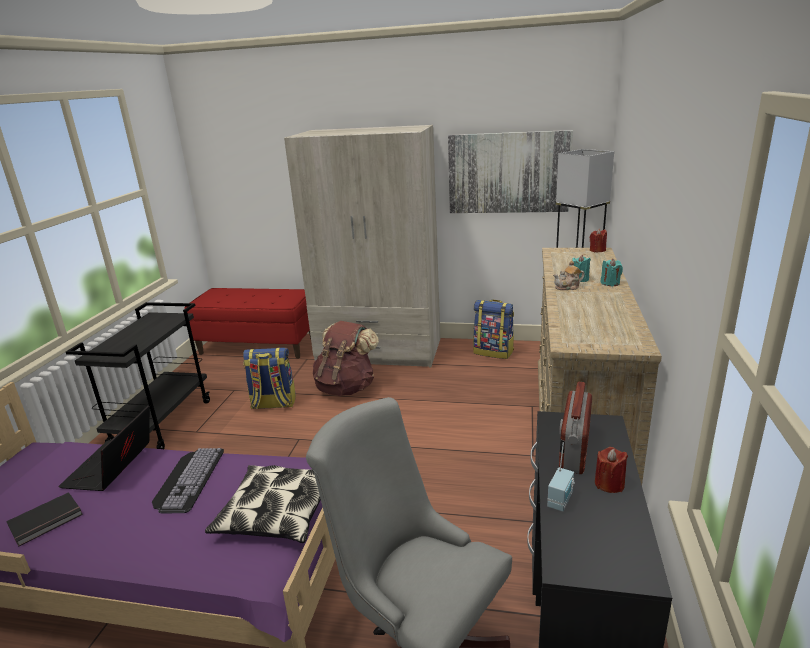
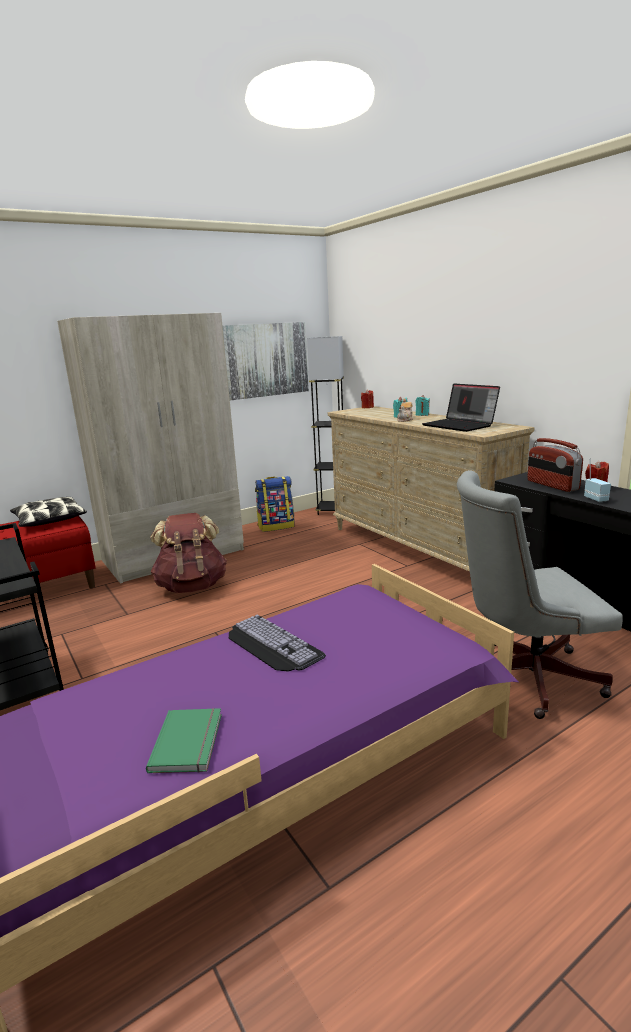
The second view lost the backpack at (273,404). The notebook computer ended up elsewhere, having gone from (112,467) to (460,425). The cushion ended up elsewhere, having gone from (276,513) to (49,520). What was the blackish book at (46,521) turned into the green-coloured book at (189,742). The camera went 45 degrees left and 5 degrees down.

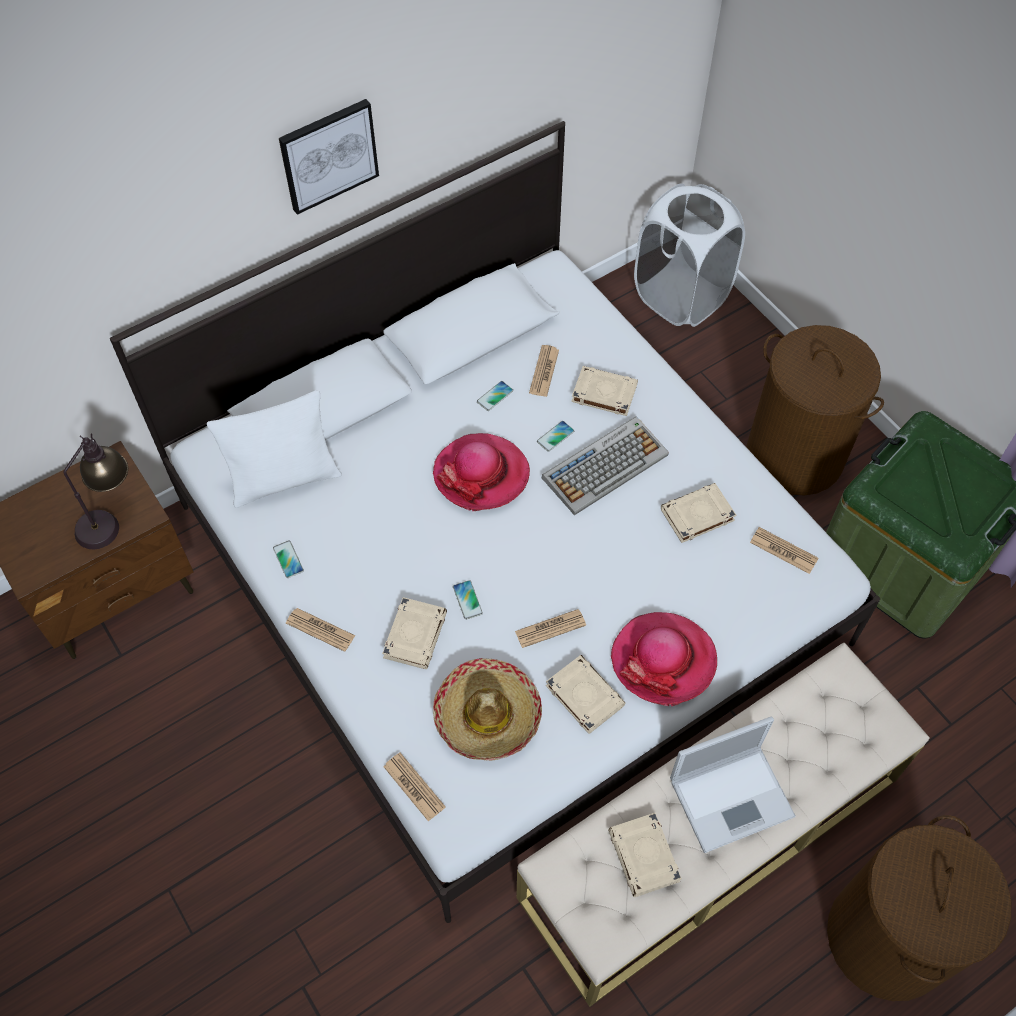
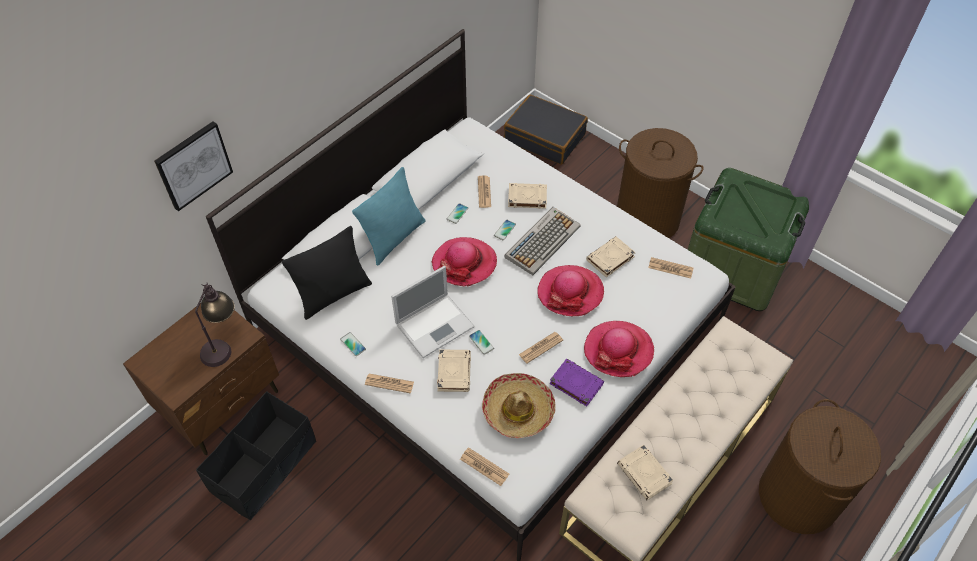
The second view gained the blackish storage bin at (264,467). The second view gained the turquoise-coloured cushion at (394,238). The second view gained the wearable hat at (570,292). The wall art ended up elsewhere, having gone from (328,155) to (193,165). The notebook computer ended up elsewhere, having gone from (733,796) to (436,324). Where the white-coloured laundry basket stood at (680,296), the blackish piece of luggage came to stand at (545,137). What was the white-coloured cushion at (284,479) turned into the blackish cushion at (334,294). What was the beige-coloured book at (584,695) turned into the purple-coloured book at (575,383). The camera went 15 degrees left and 5 degrees down.

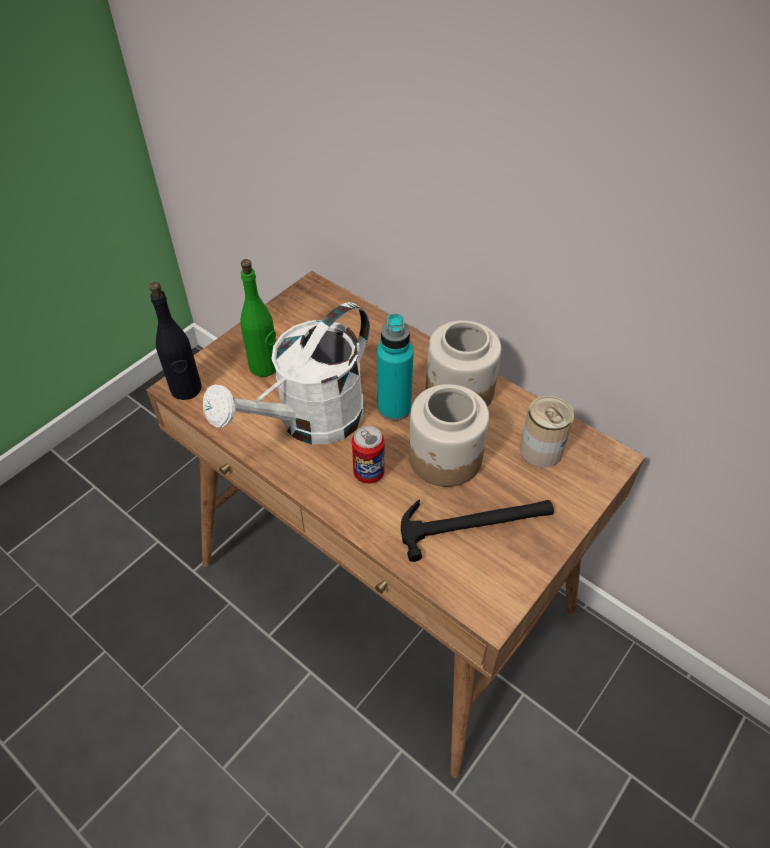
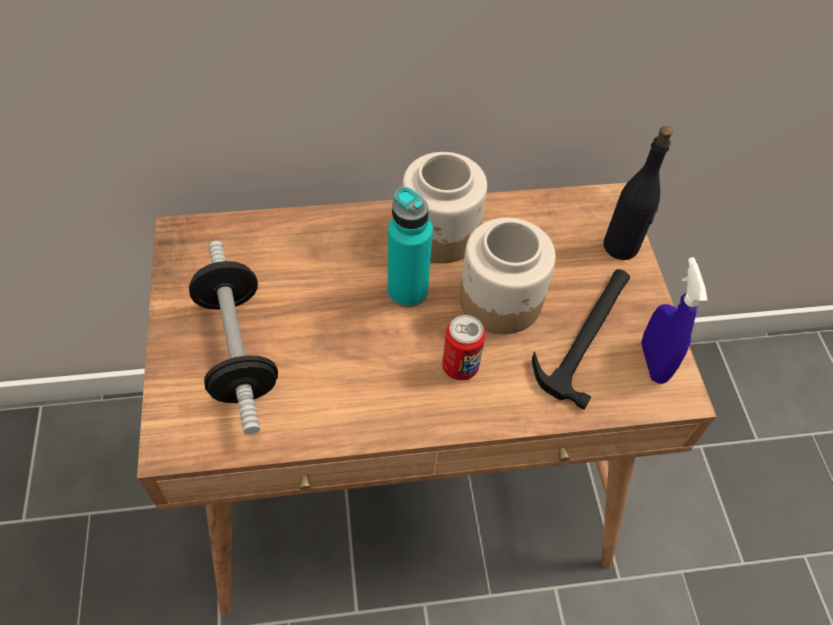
The second view lost the white-coloured sprinkling can at (310,423). The second view lost the can at (541,450). The second view gained the blue-coloured spray bottle at (653,362). The blackish drink bottle ended up elsewhere, having gone from (186,389) to (621,246). Where the green-coloured drink bottle stood at (265,366), the free weight came to stand at (237,349). The camera went 50 degrees left and 5 degrees up.

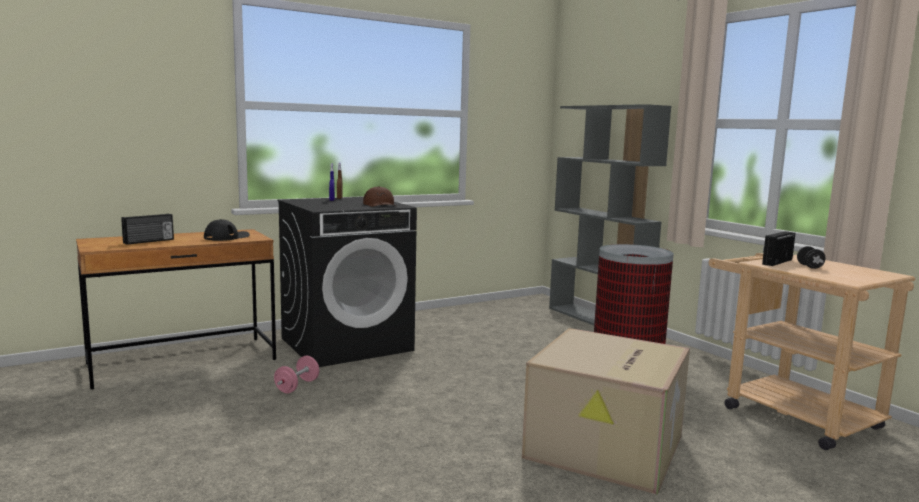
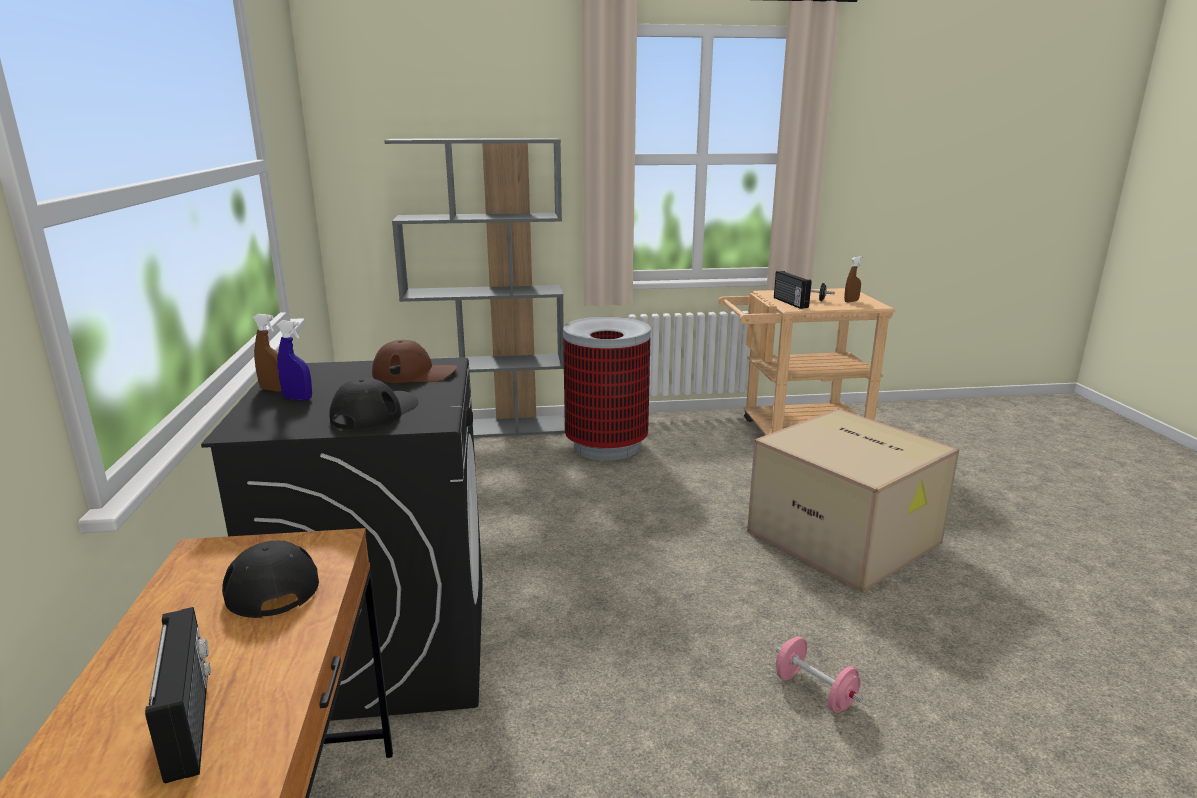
The second view gained the blackish cap at (375,412). The second view gained the brown-coloured spray bottle at (851,301). The pinkish free weight ended up elsewhere, having gone from (297,386) to (815,691). The camera went 65 degrees left and 10 degrees up.

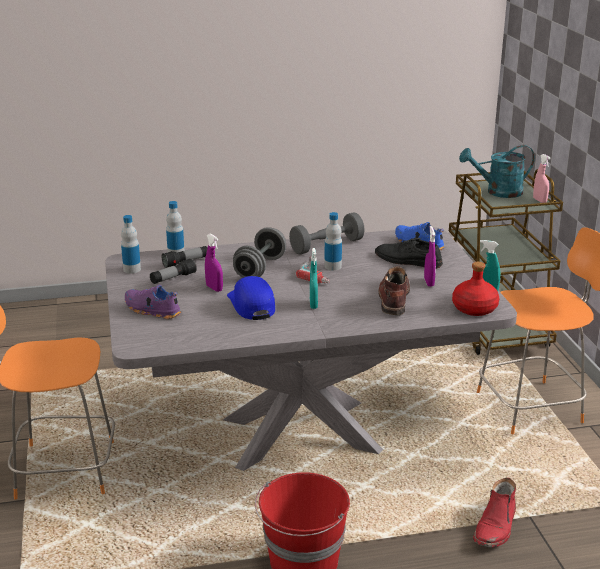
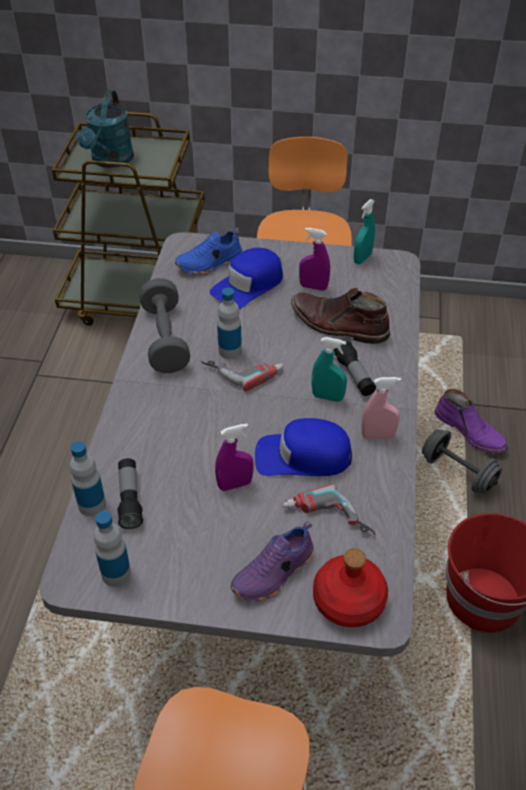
The second view gained the drill at (327,522). The flashlight ended up elsewhere, having gone from (173,278) to (354,375). The gray free weight ended up elsewhere, having gone from (260,268) to (458,472). The reddish drink bottle ended up elsewhere, having gone from (474,309) to (349,600). The pinkish spray bottle ended up elsewhere, having gone from (539,200) to (378,436). Where the blackish shoe stood at (407,260), the blue-coloured cap came to stand at (248,285). What was the reddish high-top boot at (496,527) turned into the purple-coloured high-top boot at (470,431). The camera went 70 degrees left and 20 degrees up.

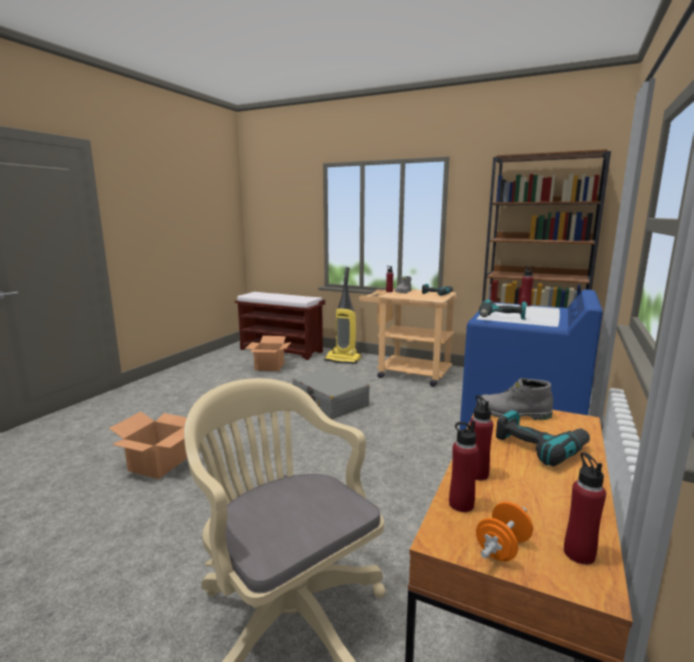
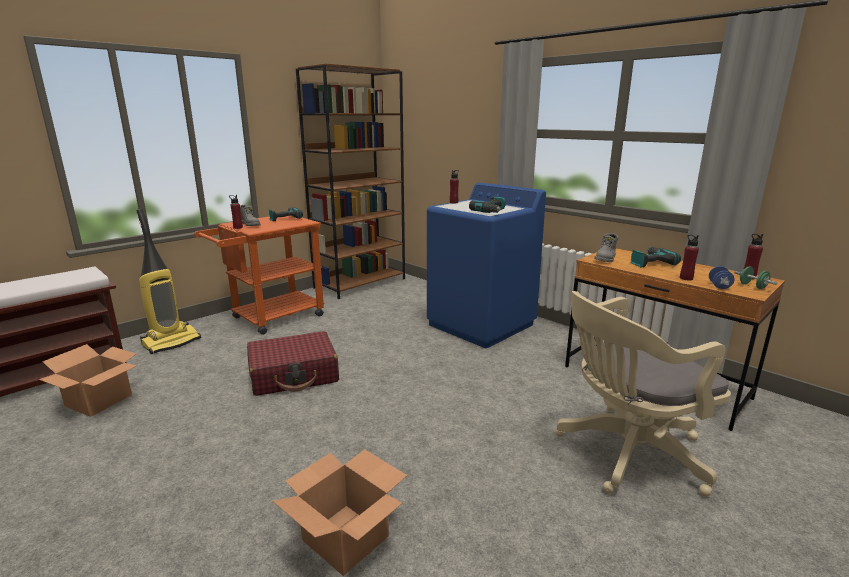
Where the reddish drink bottle stood at (461,504), the blue-coloured free weight came to stand at (719,286). What was the gray piece of luggage at (330,403) turned into the reddish piece of luggage at (294,374). What was the beige-coloured cart at (407,373) turned into the orange-coloured cart at (271,318). What was the orange-coloured free weight at (502,548) turned into the green-coloured free weight at (752,286). The camera went 70 degrees left and 5 degrees up.

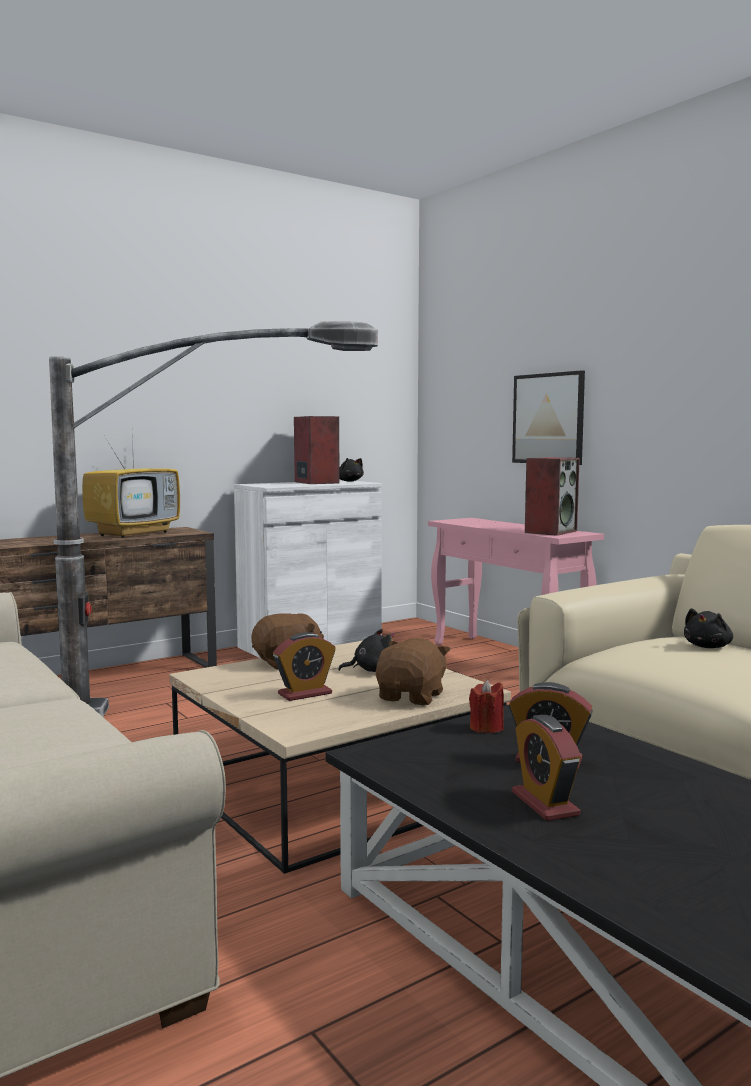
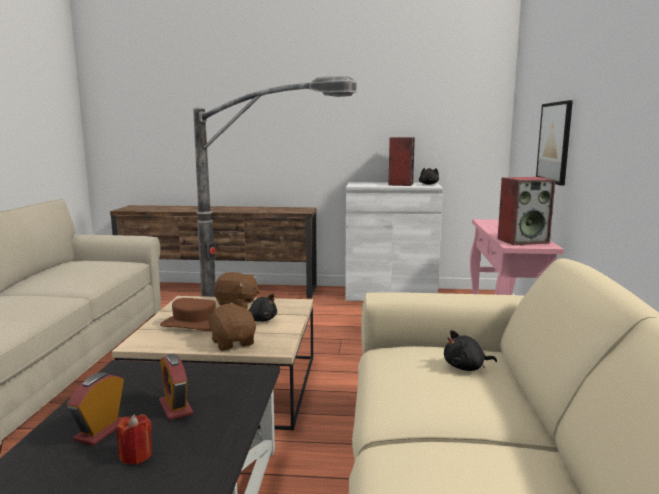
The second view lost the television at (134,533). The reddish wax light ended up elsewhere, having gone from (486,728) to (136,456). Where the alarm clock stood at (305,694), the brown-coloured wearable hat came to stand at (194,324). The brown-coloured plush toy at (412,697) ended up facing another way, 90 degrees counterclockwise from before. The camera went 40 degrees right and 5 degrees up.

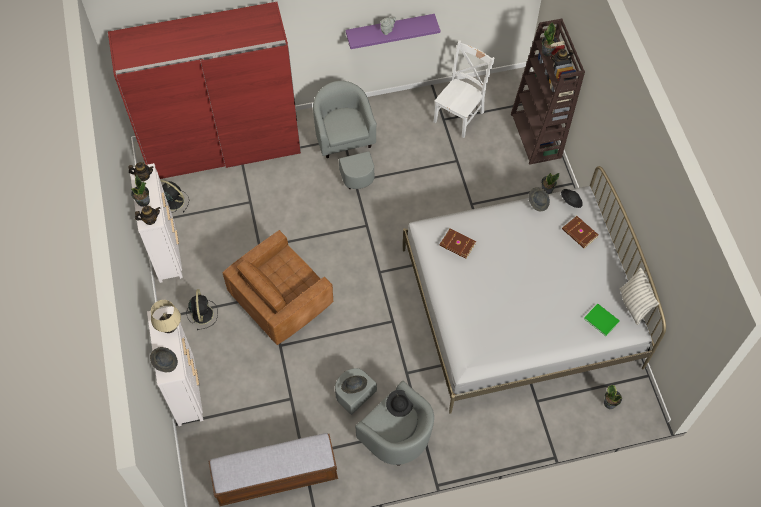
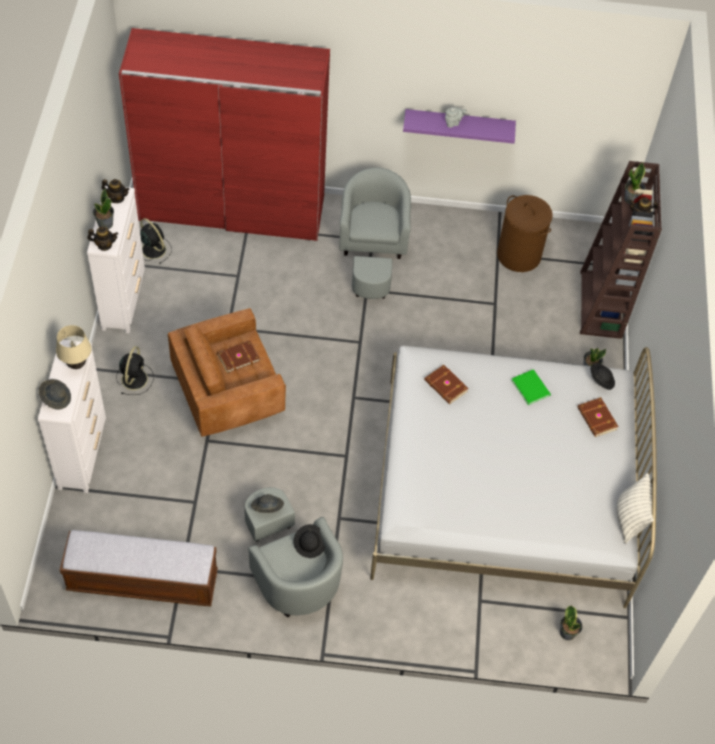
The second view lost the gray wearable hat at (538,202). The second view gained the brown-coloured book at (238,357). The green-coloured book ended up elsewhere, having gone from (601,319) to (530,386). Where the white-coloured upright chair stood at (460,115), the brown-coloured laundry basket came to stand at (519,255). The camera went 15 degrees right and 5 degrees down.

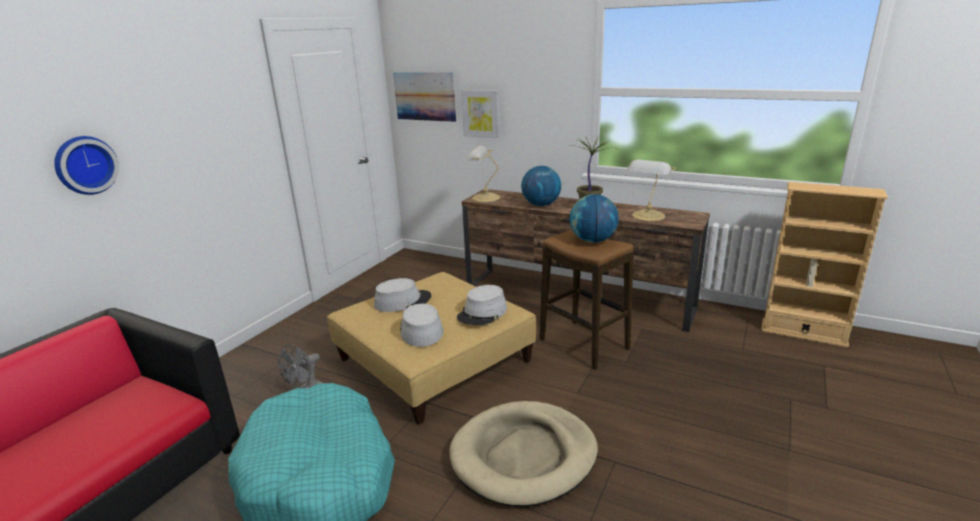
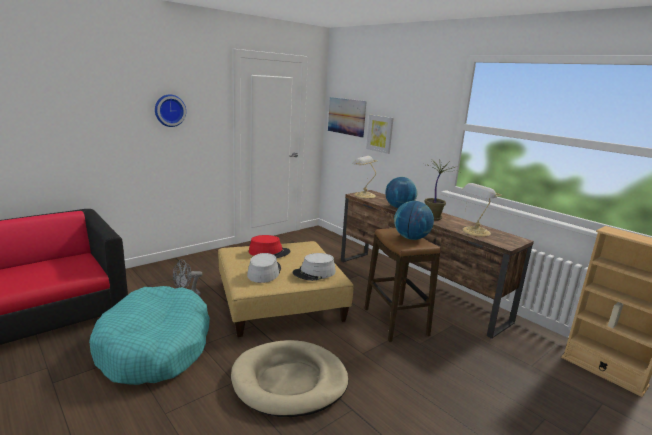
The clock on the wall ended up elsewhere, having gone from (84,165) to (169,110). What was the gray wearable hat at (402,301) turned into the reddish wearable hat at (269,252). The camera went 20 degrees right and 5 degrees down.

